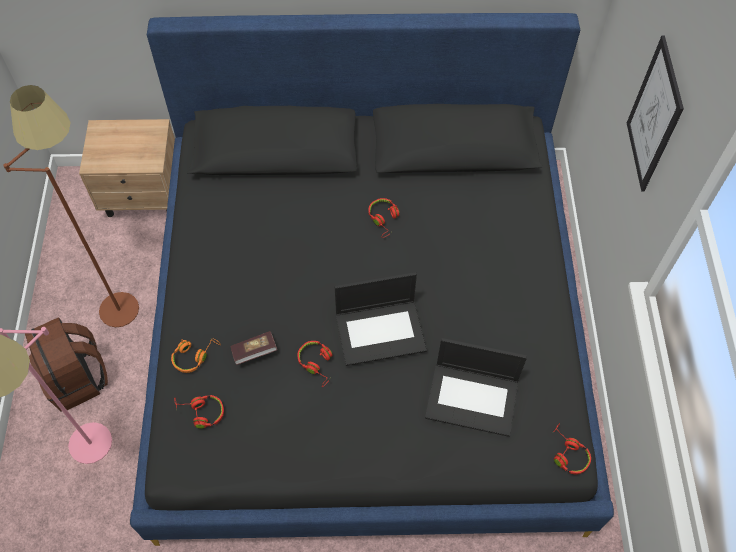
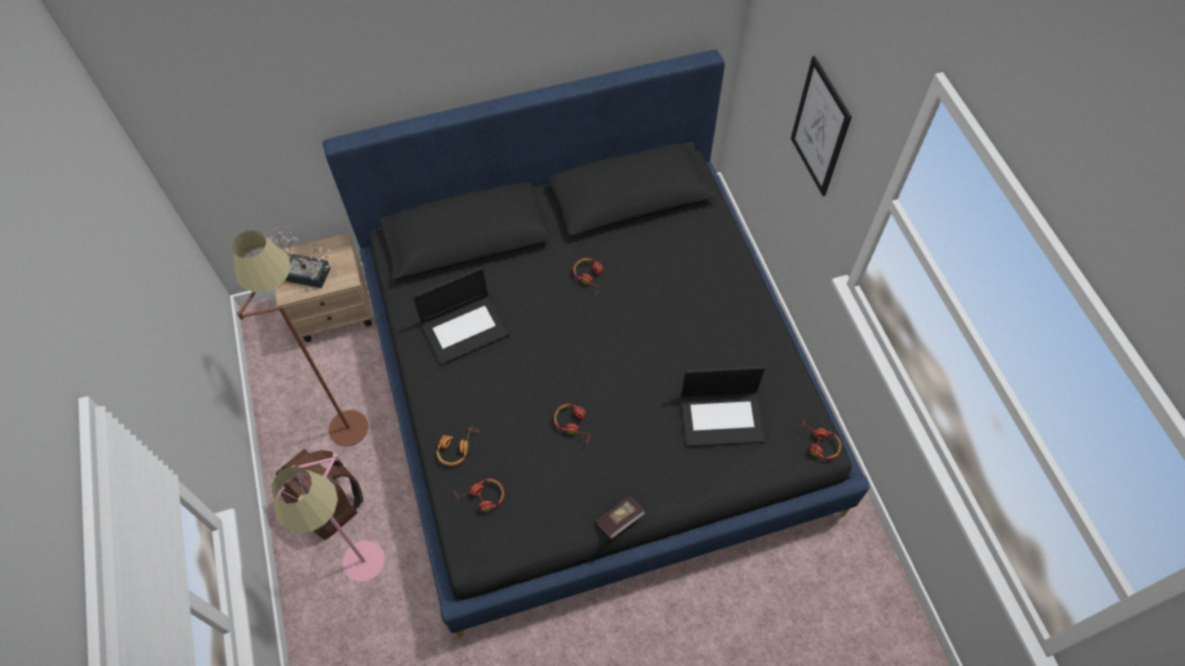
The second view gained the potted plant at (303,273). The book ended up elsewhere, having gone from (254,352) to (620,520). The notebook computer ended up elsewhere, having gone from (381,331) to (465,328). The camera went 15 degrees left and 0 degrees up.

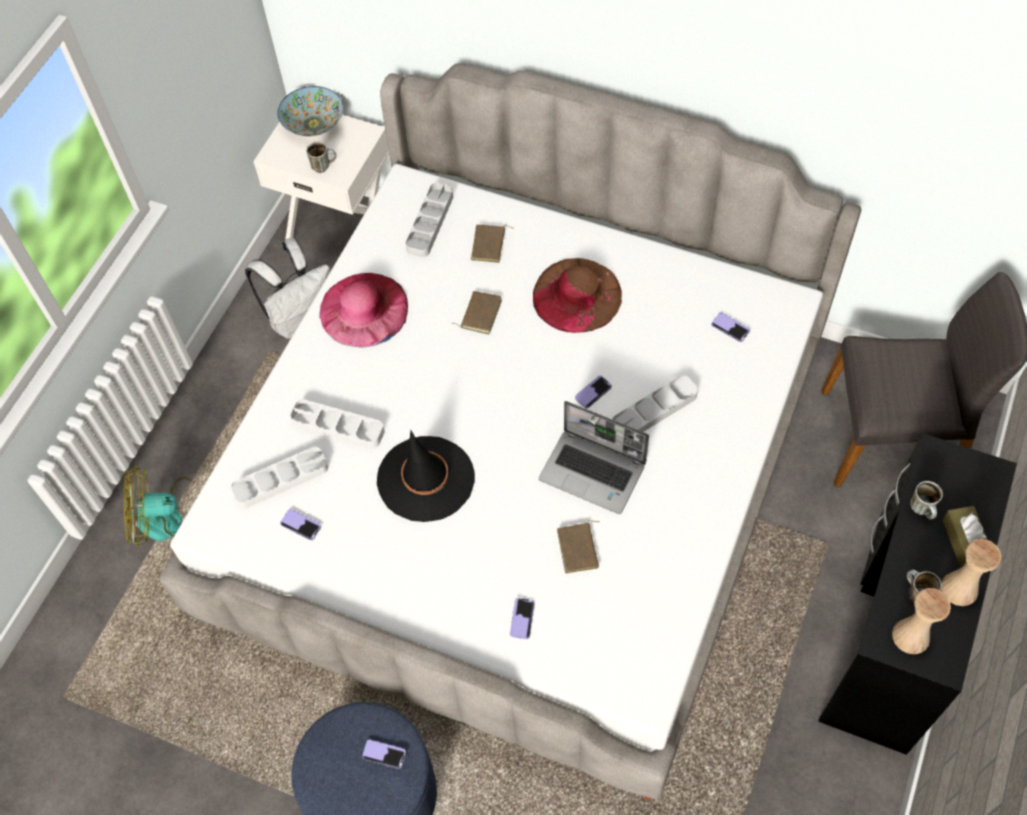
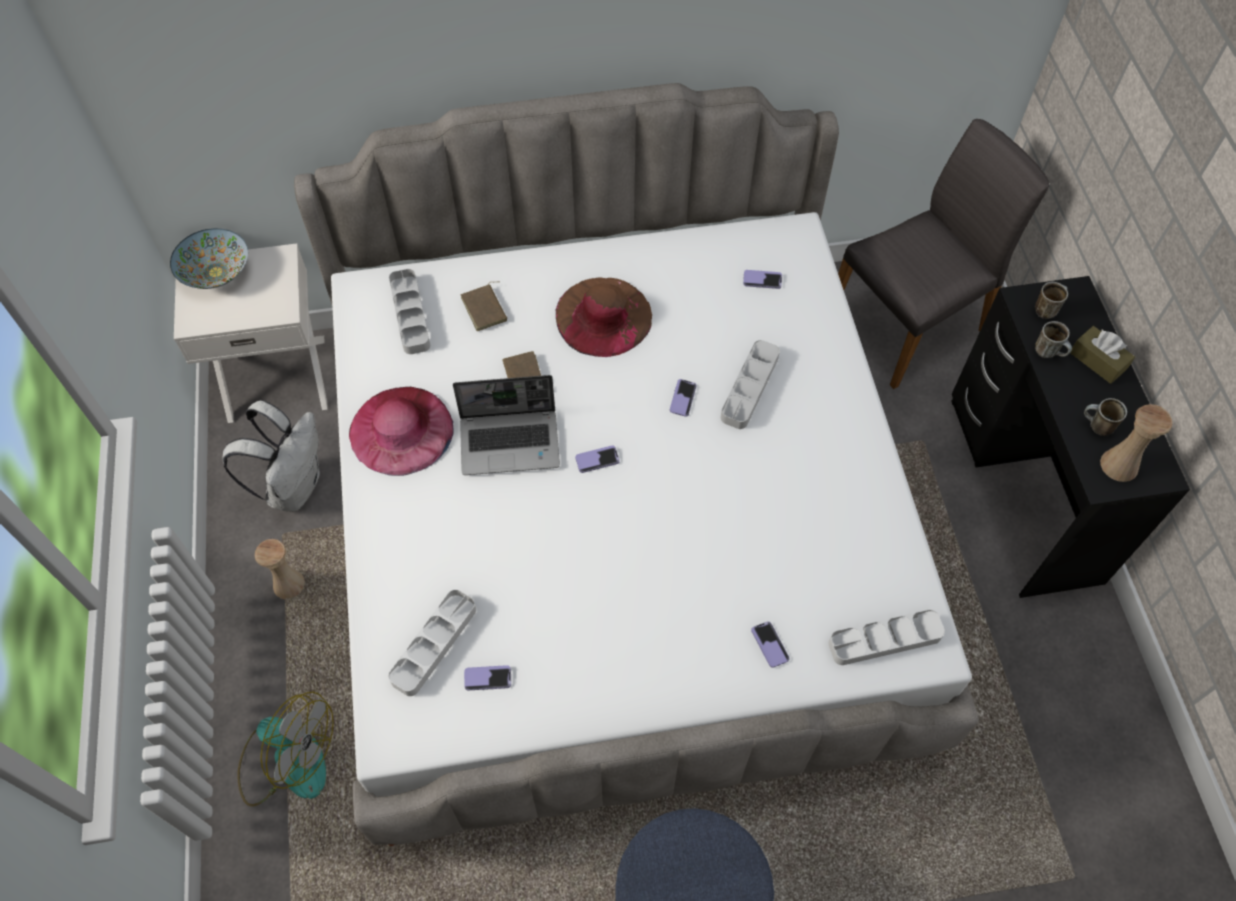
The second view lost the blackish wearable hat at (426,479). The second view lost the brown-coloured book at (579,549). The white-coloured carrying tray ended up elsewhere, having gone from (338,426) to (884,640). The mug ended up elsewhere, having gone from (324,166) to (1046,309). The handset ended up elsewhere, having gone from (384,754) to (597,460). The notebook computer ended up elsewhere, having gone from (594,472) to (511,442). The beige-coloured decorative vase ended up elsewhere, having gone from (959,588) to (289,584). The cooling fan at (170,518) ended up facing another way, 120 degrees counterclockwise from before. The camera went 35 degrees left and 0 degrees up.

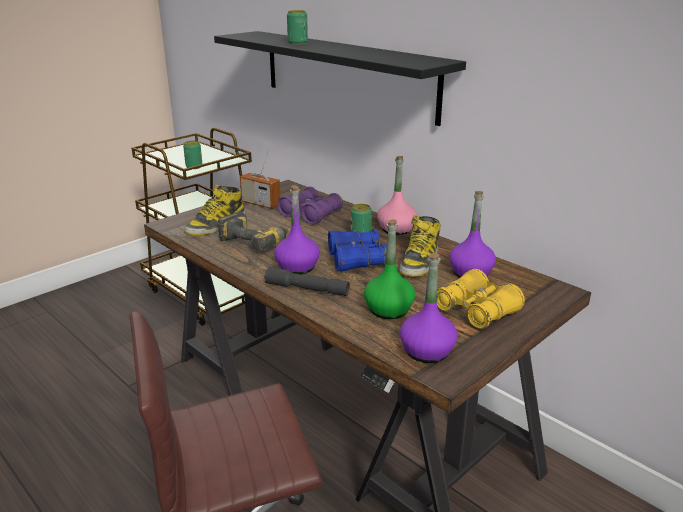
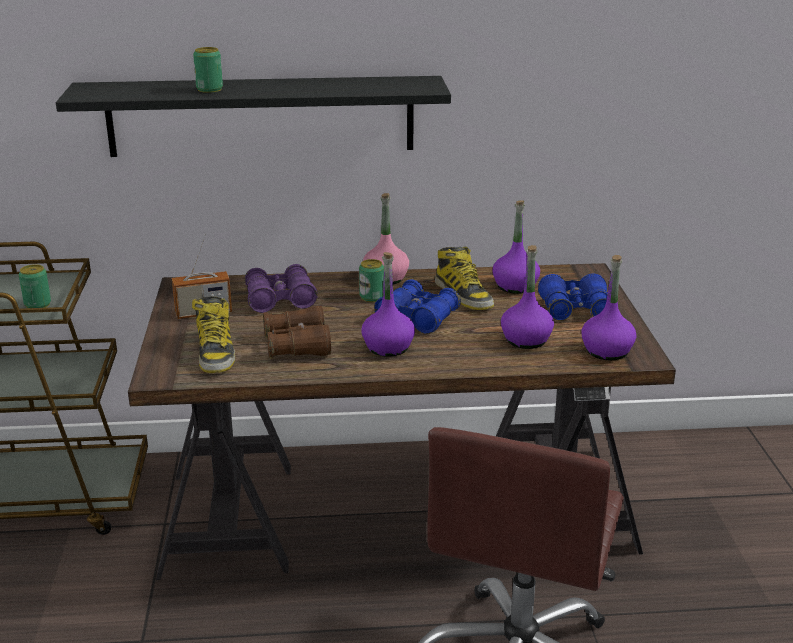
The second view lost the gray flashlight at (307,289). Where the drill stood at (258,241), the brown-coloured pair of binoculars came to stand at (297,345). What was the green-coloured drink bottle at (388,309) turned into the purple-coloured drink bottle at (526,340). What was the yellowish pair of binoculars at (476,310) turned into the blue-coloured pair of binoculars at (575,310). The camera went 50 degrees left and 0 degrees up.

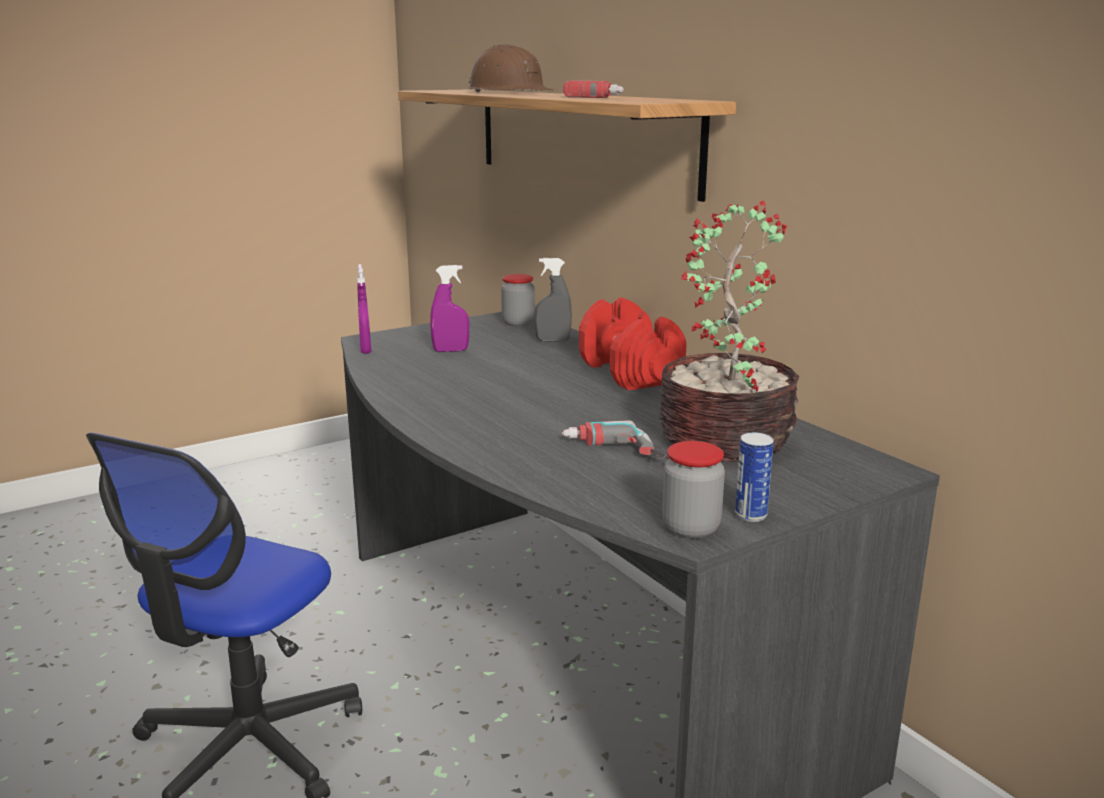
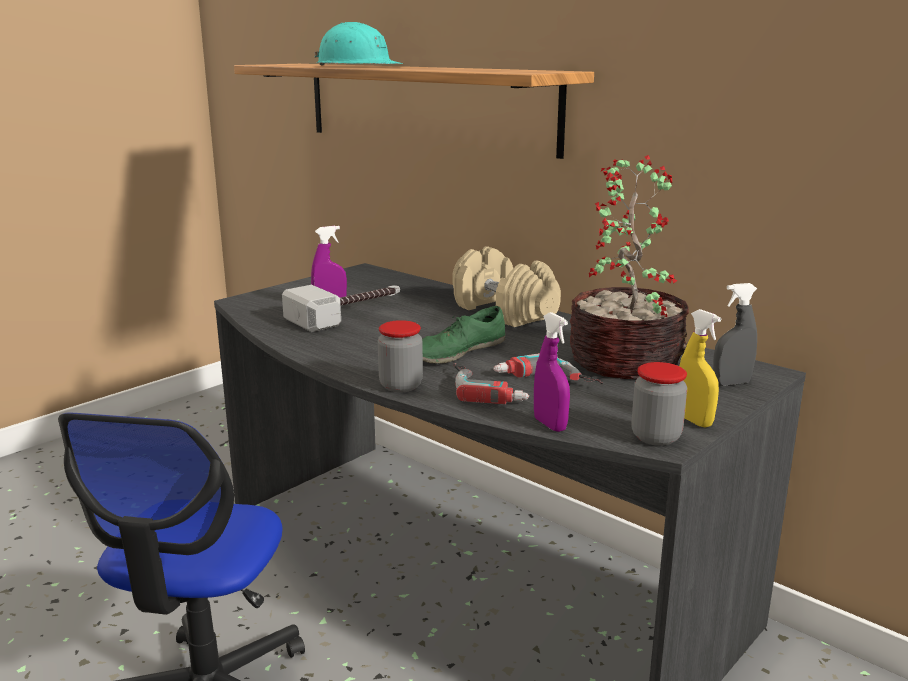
The second view gained the hand hammer at (348,314). The second view gained the green-coloured shoe at (456,352). The purple-coloured spray bottle ended up elsewhere, having gone from (365,350) to (550,425). The preserve jar ended up elsewhere, having gone from (518,323) to (401,386). The gray spray bottle ended up elsewhere, having gone from (553,340) to (731,383). The drill ended up elsewhere, having gone from (598,96) to (489,388). Where the can stood at (750,515), the yellowish spray bottle came to stand at (693,421). What was the brown-coloured hard hat at (510,92) turned into the turquoise-coloured hard hat at (357,66). What was the reddish free weight at (631,372) turned into the beige-coloured free weight at (505,312). The camera went 15 degrees left and 0 degrees up.

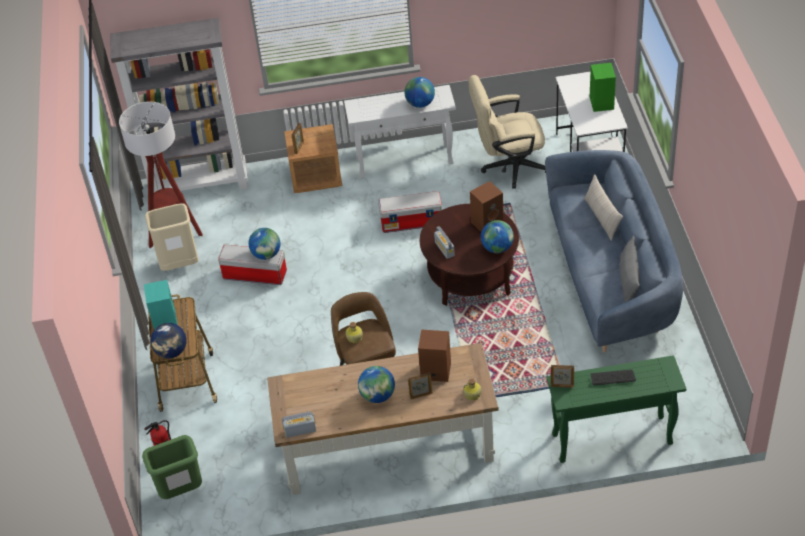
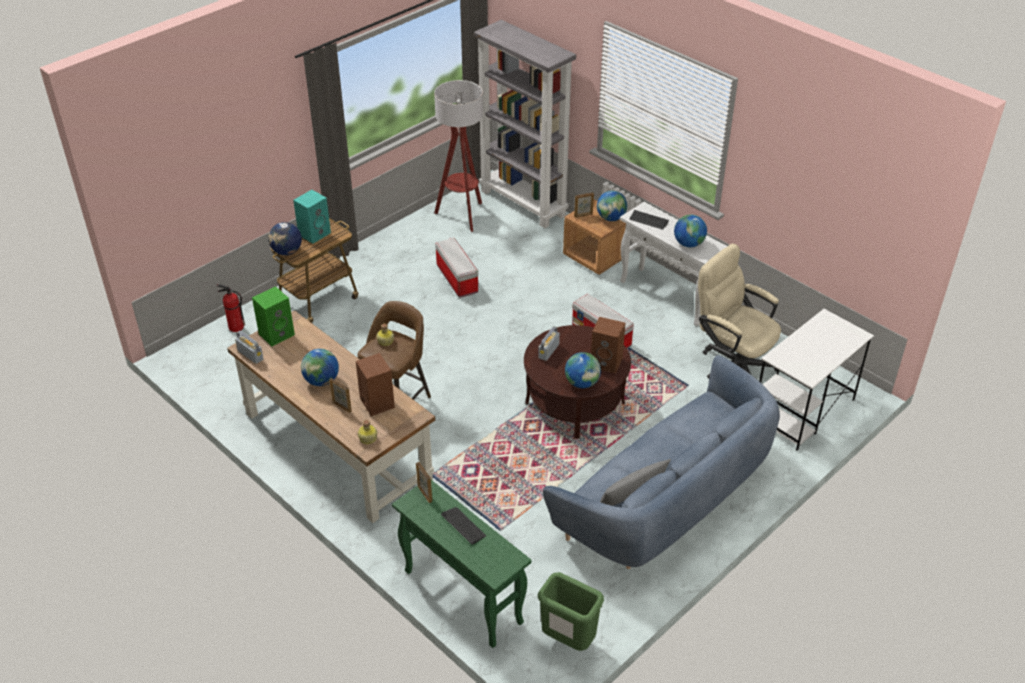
The second view lost the beige-coloured waste bin at (180,265). The second view lost the beige-coloured cushion at (602,218). The second view gained the keyboard at (648,220). The green-coloured waste bin ended up elsewhere, having gone from (181,492) to (567,641). The world globe ended up elsewhere, having gone from (266,254) to (611,218). The green-coloured speaker ended up elsewhere, having gone from (600,102) to (277,333). The camera went 50 degrees right and 5 degrees down.

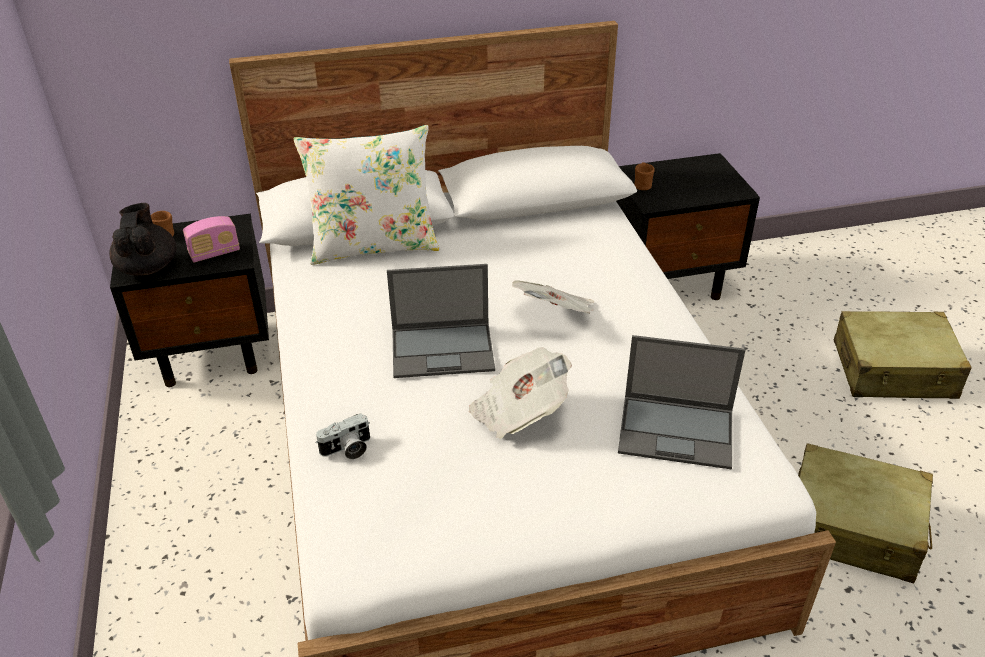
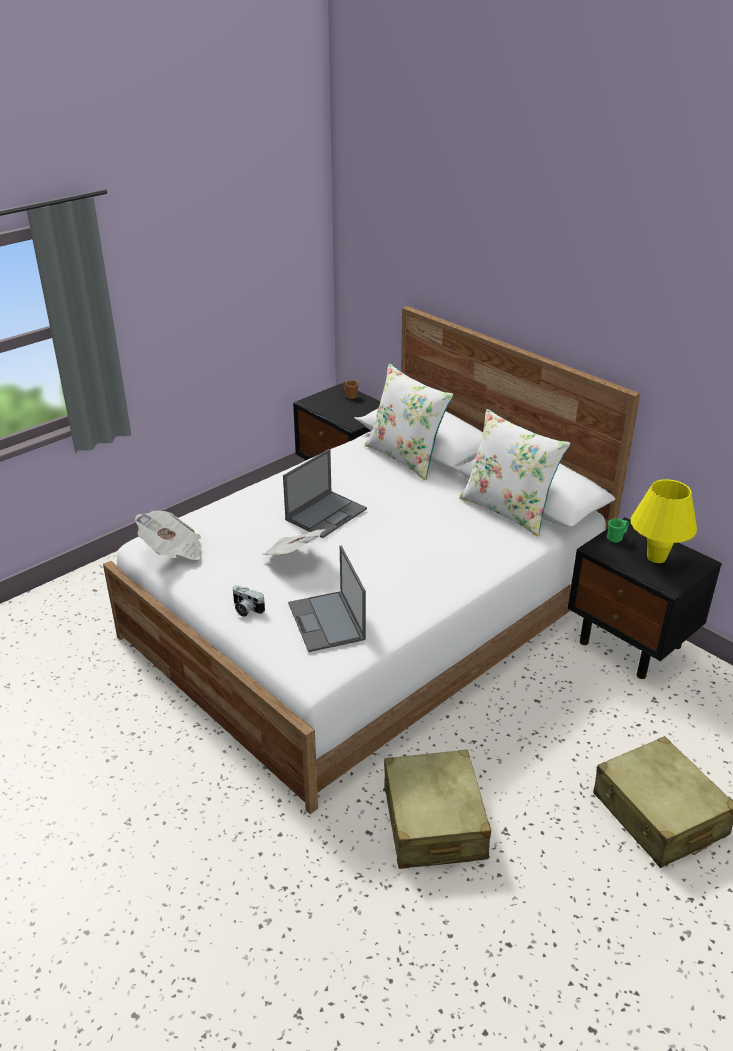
The second view lost the blackish teapot at (148,267). The second view lost the radio receiver at (215,253). The second view gained the white-coloured cushion at (508,510). The second view gained the yellowish tabletop lamp at (656,557). The still camera ended up elsewhere, having gone from (347,449) to (246,609). The printed paper ended up elsewhere, having gone from (556,314) to (172,550). What was the brown-coloured mug at (642,185) turned into the green-coloured mug at (616,538). The notebook computer at (444,349) ended up facing another way, 105 degrees counterclockwise from before. The camera went 60 degrees right and 5 degrees down.

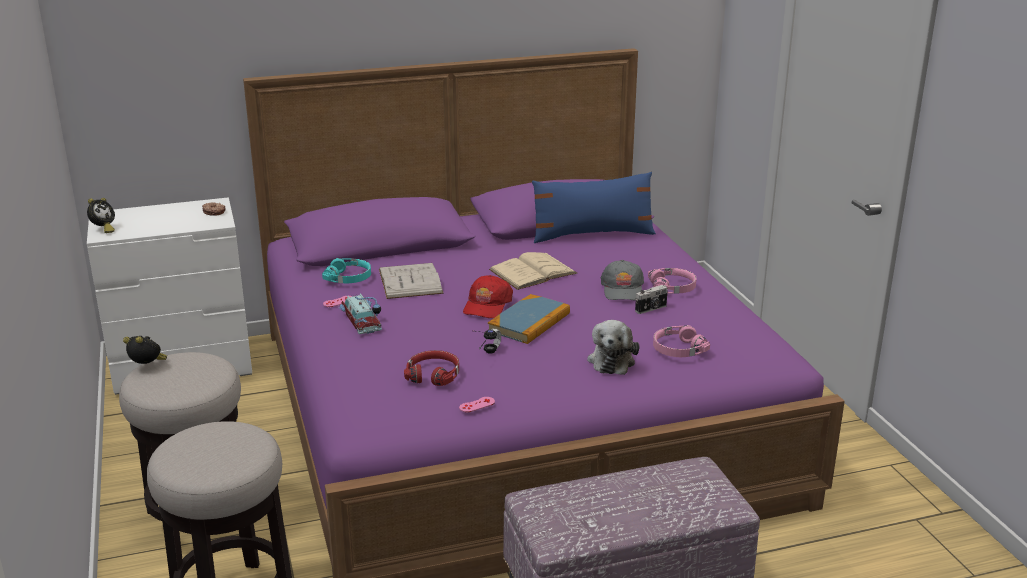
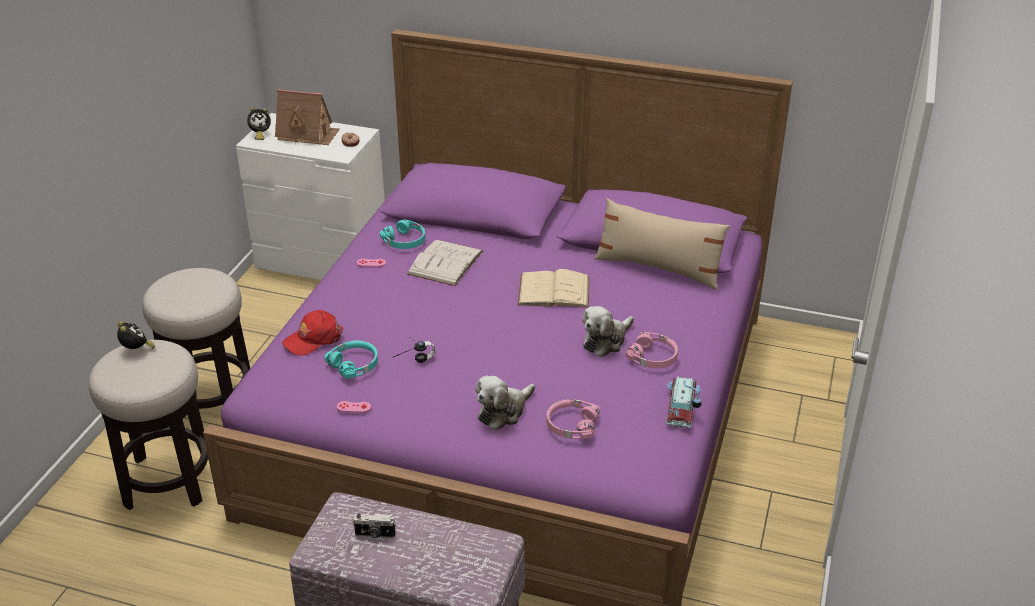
The second view lost the book at (529,322). The second view gained the miniature house at (307,134). The alarm clock ended up elsewhere, having gone from (148,366) to (137,350). The miniature car ended up elsewhere, having gone from (362,319) to (683,405). The reddish cap ended up elsewhere, having gone from (487,305) to (313,339). The still camera ended up elsewhere, having gone from (651,309) to (375,535). Where the gray cap stood at (622,289), the plush toy came to stand at (606,341). What was the reddish headset at (433,374) turned into the turquoise-coloured headset at (354,364). What was the blue-coloured cushion at (592,234) turned into the beige-coloured cushion at (658,268). The camera went 35 degrees right and 10 degrees up.

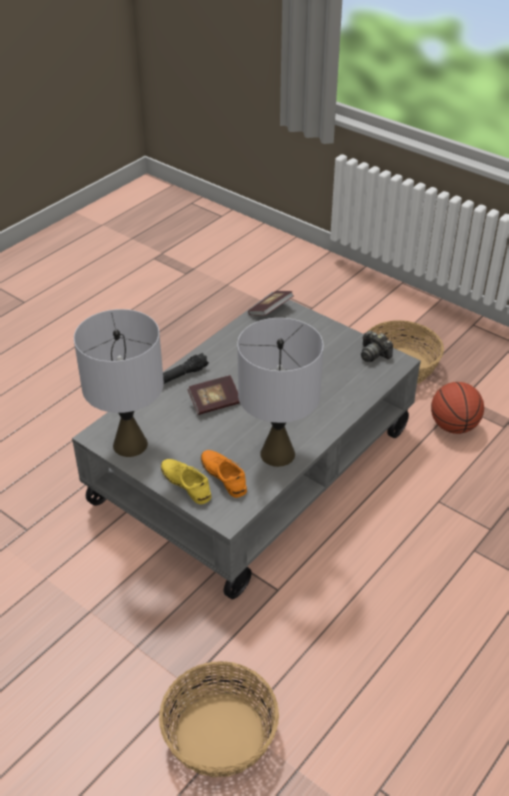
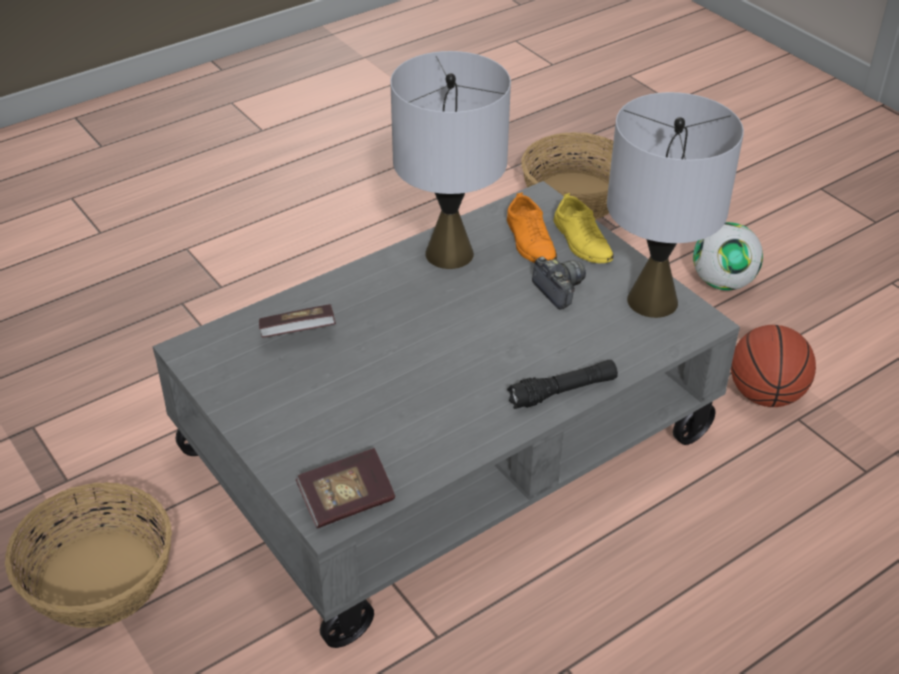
The second view gained the ball for football at (722,282). The book ended up elsewhere, having gone from (214,403) to (298,333). The still camera ended up elsewhere, having gone from (374,354) to (558,290). The ball for basketball ended up elsewhere, having gone from (453,426) to (765,395). The camera went 165 degrees left and 0 degrees up.

